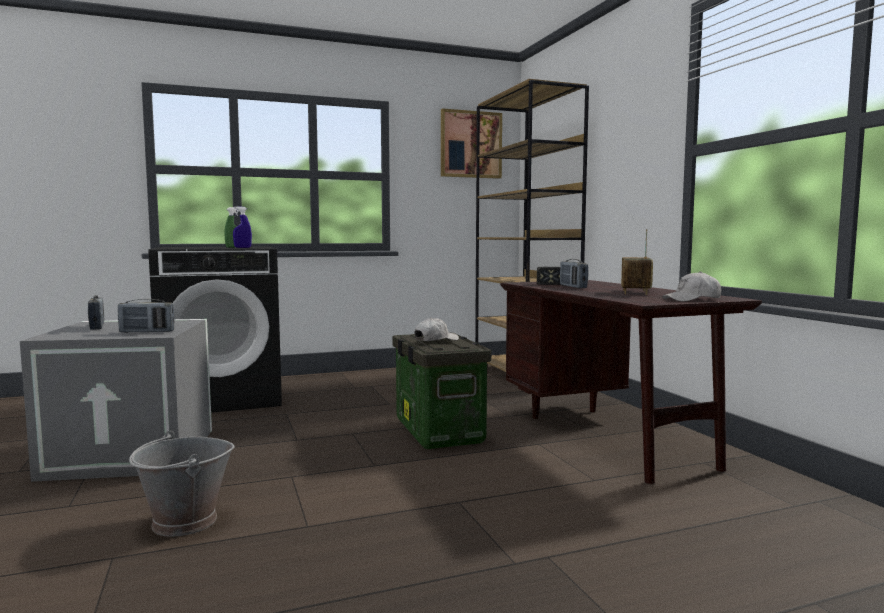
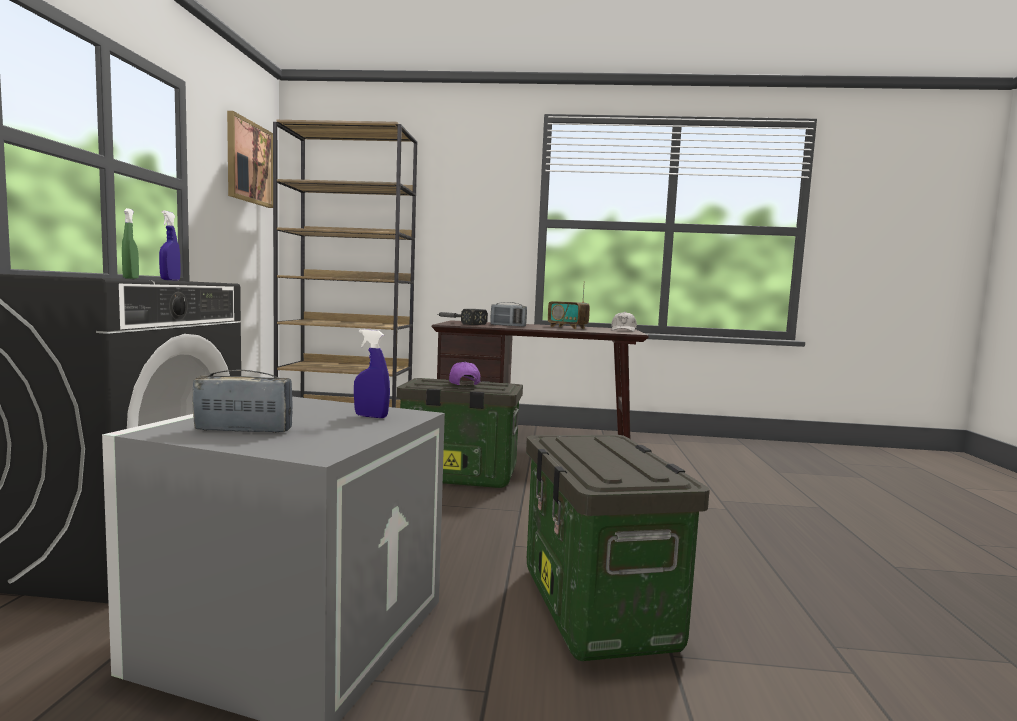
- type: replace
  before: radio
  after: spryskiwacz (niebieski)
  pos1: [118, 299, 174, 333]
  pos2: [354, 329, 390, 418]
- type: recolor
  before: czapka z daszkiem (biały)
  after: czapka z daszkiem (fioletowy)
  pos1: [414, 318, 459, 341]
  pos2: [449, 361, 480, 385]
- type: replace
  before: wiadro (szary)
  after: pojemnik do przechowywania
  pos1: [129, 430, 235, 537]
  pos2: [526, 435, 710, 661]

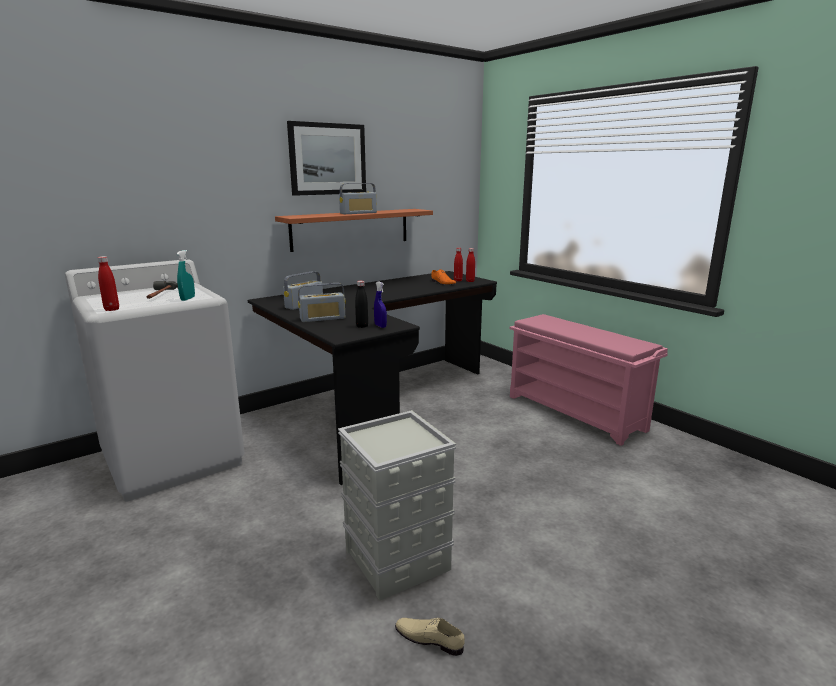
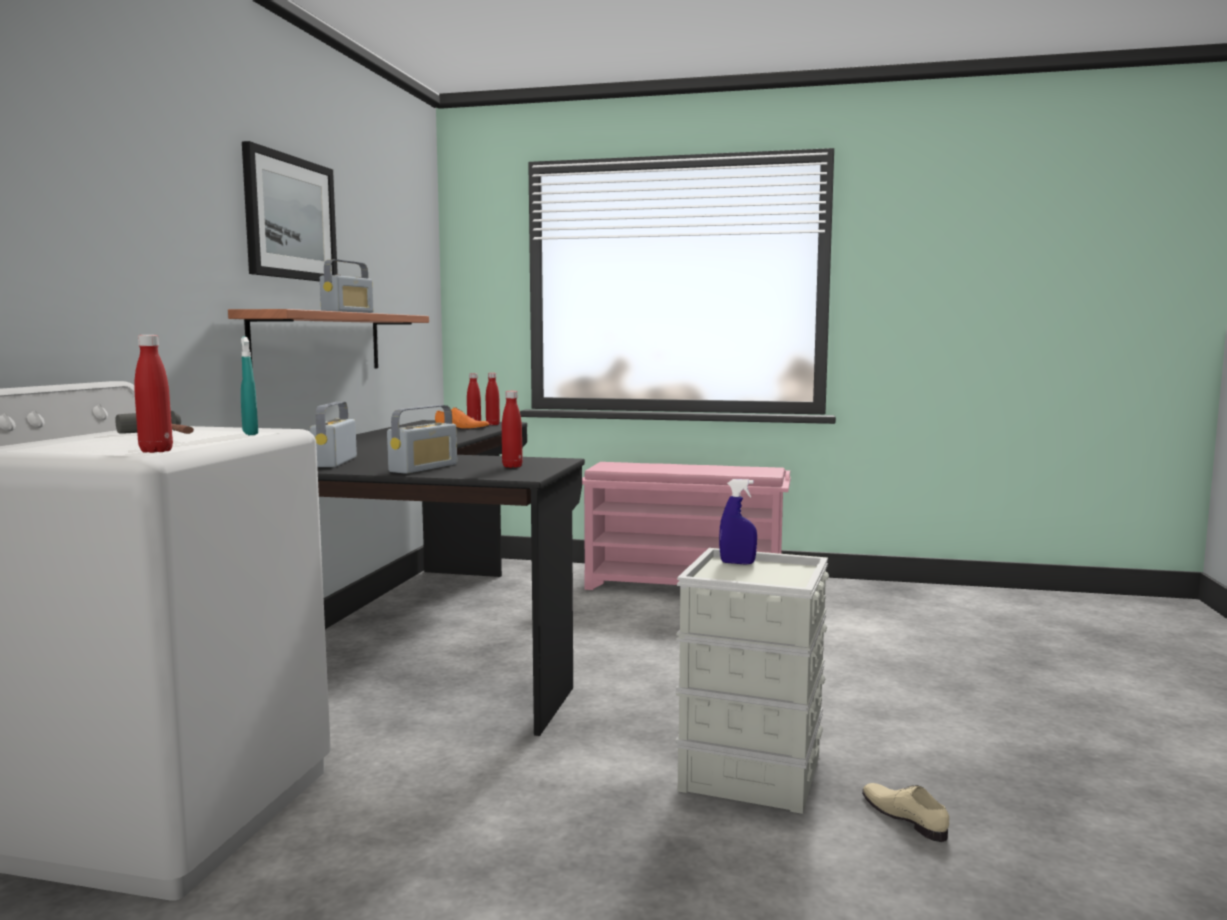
- type: recolor
  before: butelka (czarny)
  after: butelka (czerwony)
  pos1: [355, 281, 368, 328]
  pos2: [502, 391, 523, 468]
- type: move
  before: spryskiwacz (niebieski)
  pos1: [374, 281, 387, 328]
  pos2: [719, 479, 757, 565]
- type: rotate
  before: but (beżowy)
  pos1: [395, 618, 465, 656]
  pos2: [862, 783, 949, 842]
  turn: 75

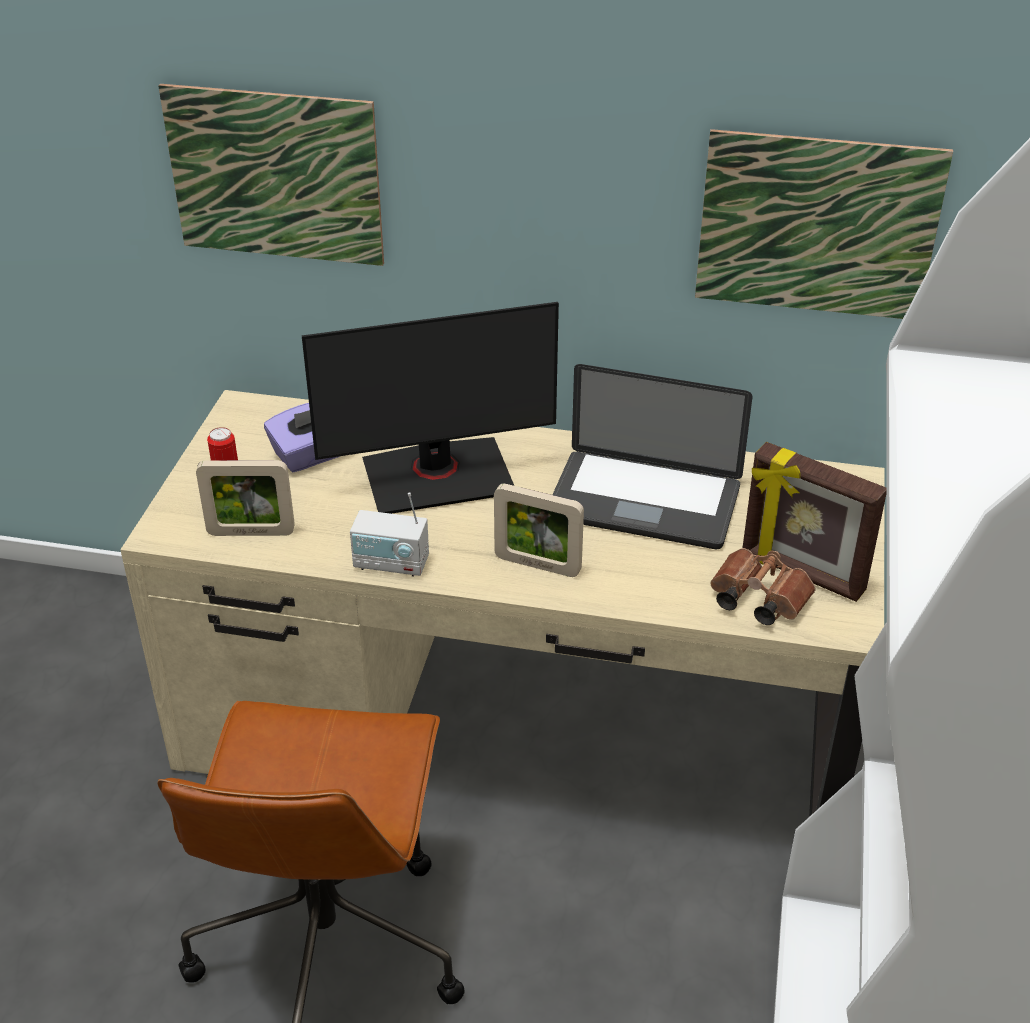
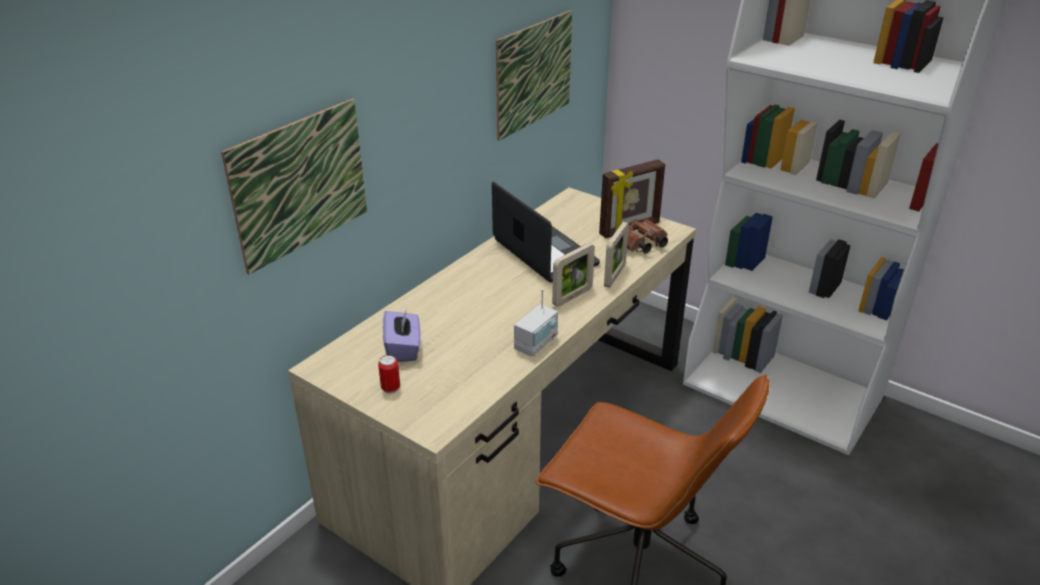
- type: rotate
  before: laptop
  pos1: [552, 364, 752, 549]
  pos2: [492, 182, 600, 282]
  turn: -75
- type: move
  before: ramka na zdjęcie
  pos1: [196, 460, 295, 536]
  pos2: [604, 222, 629, 288]
- type: delete
  before: monitor
  pos1: [302, 302, 559, 514]

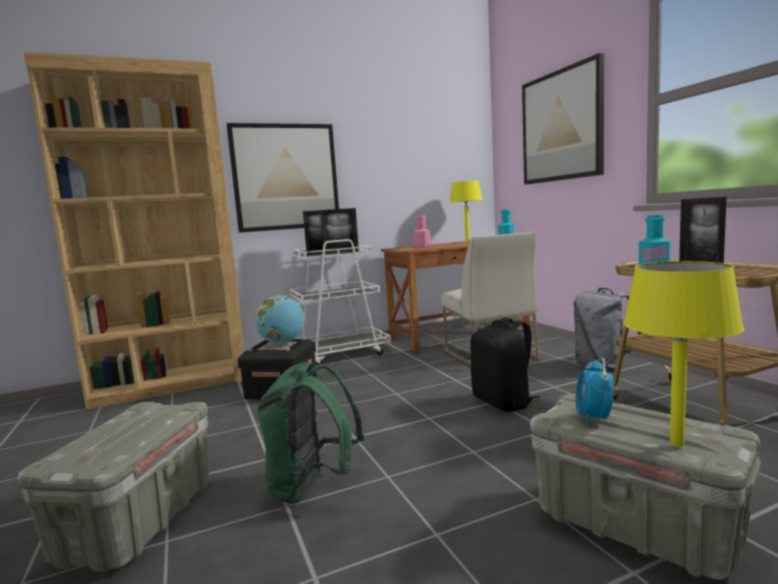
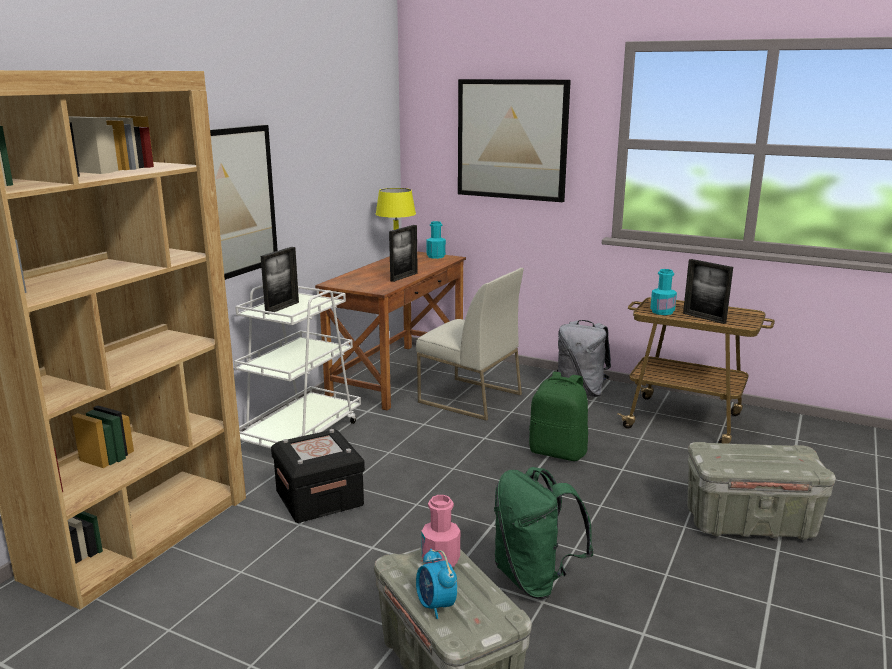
- type: move
  before: ramka na zdjęcie
  pos1: [320, 208, 359, 254]
  pos2: [389, 225, 418, 282]
- type: move
  before: budzik
  pos1: [576, 357, 614, 426]
  pos2: [416, 549, 457, 619]
- type: move
  before: butelka (różowy)
  pos1: [413, 215, 431, 248]
  pos2: [421, 495, 460, 567]
- type: recolor
  before: plecak (czarny)
  after: plecak (zielony)
  pos1: [470, 317, 539, 412]
  pos2: [529, 372, 588, 461]
- type: delete
  before: globus
  pos1: [255, 295, 304, 344]
- type: delete
  before: lampa stołowa (żółty)
  pos1: [624, 261, 744, 447]

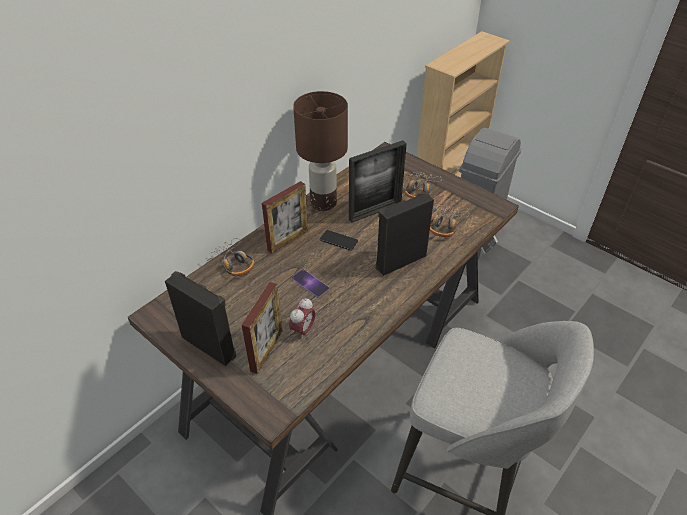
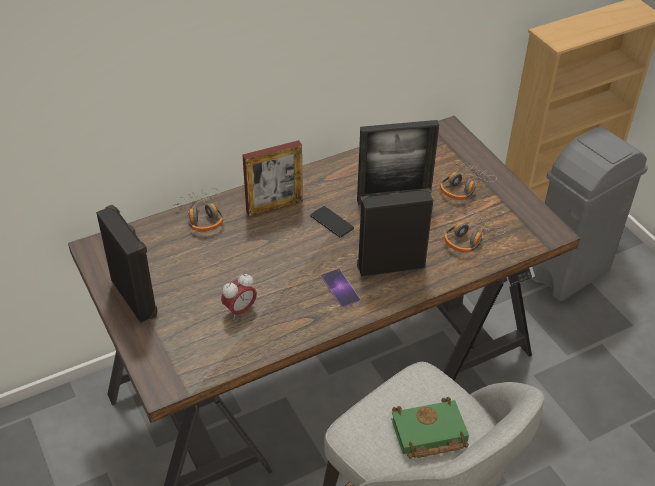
- type: move
  before: telefon
  pos1: [291, 269, 330, 298]
  pos2: [321, 269, 360, 308]
- type: insert
  after: książka (zielony)
  pos2: [391, 397, 469, 459]
- type: delete
  before: ramka na zdjęcie
  pos1: [242, 282, 282, 374]
- type: delete
  before: lampa stołowa (brązowy)
  pos1: [293, 91, 348, 211]

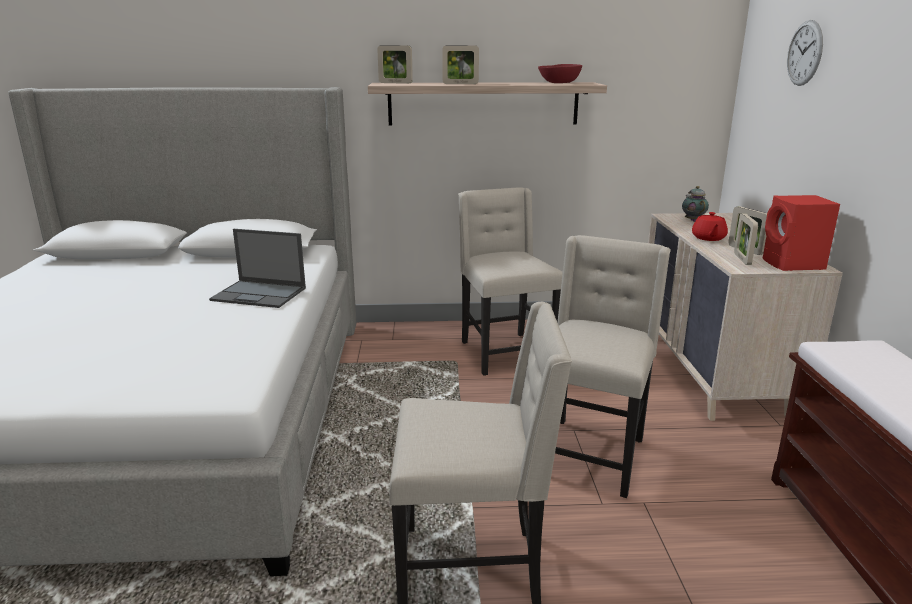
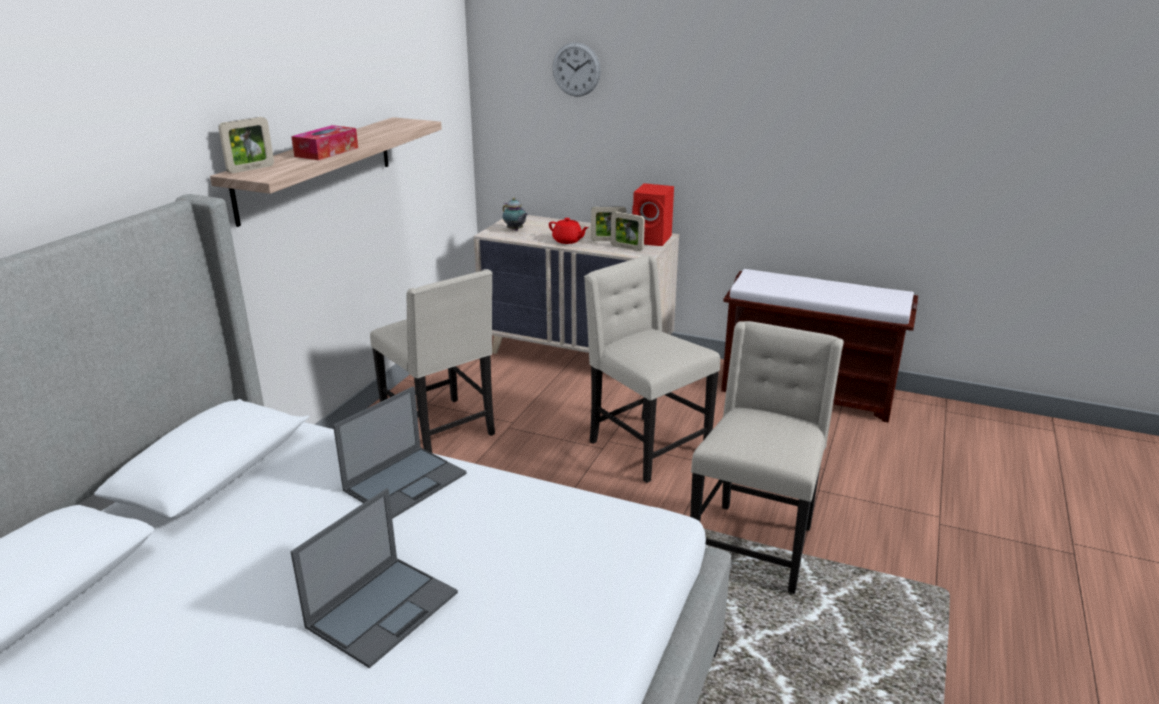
- type: insert
  after: laptop
  pos2: [290, 488, 458, 668]
- type: replace
  before: ramka na zdjęcie
  after: pudełko chusteczek
  pos1: [442, 46, 479, 84]
  pos2: [291, 125, 358, 160]
- type: rotate
  before: krzesło (beżowy)
  pos1: [458, 187, 563, 376]
  pos2: [370, 269, 495, 453]
  turn: -135
- type: rotate
  before: imbryk
  pos1: [682, 186, 709, 222]
  pos2: [503, 198, 528, 231]
  turn: -150
- type: delete
  before: miska (czerwony)
  pos1: [538, 64, 582, 83]

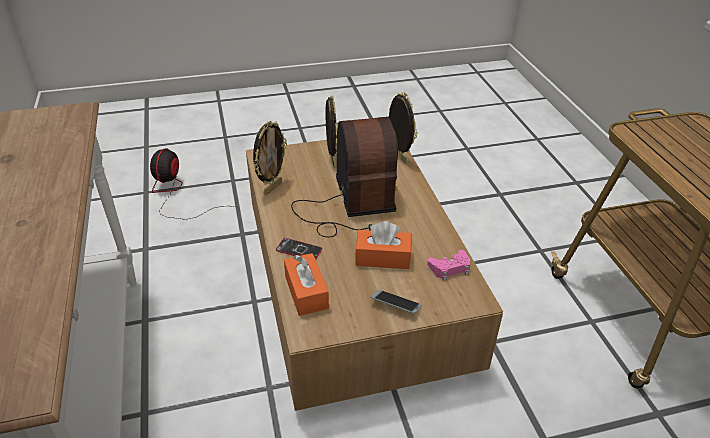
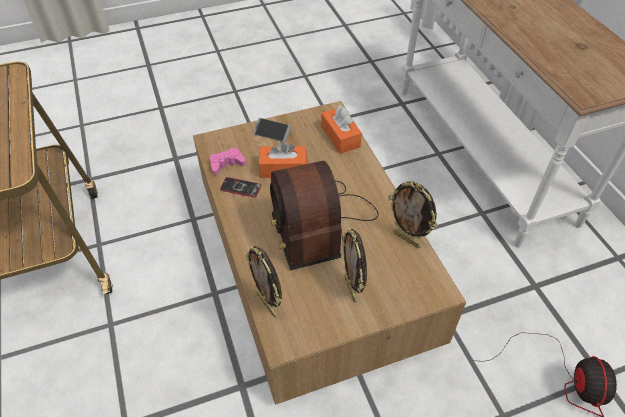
- type: move
  before: telefon
  pos1: [276, 238, 322, 259]
  pos2: [220, 177, 261, 198]
- type: rotate
  before: ramka na zdjęcie
  pos1: [253, 121, 287, 195]
  pos2: [388, 181, 437, 248]
  turn: -75

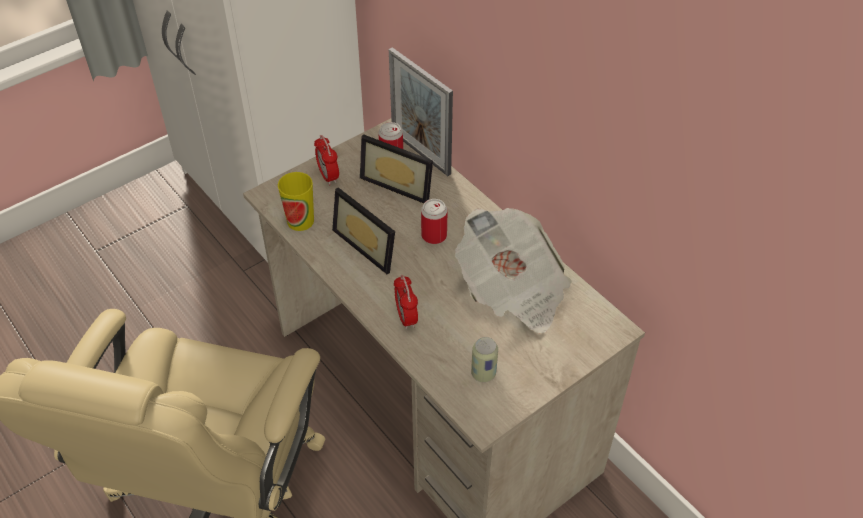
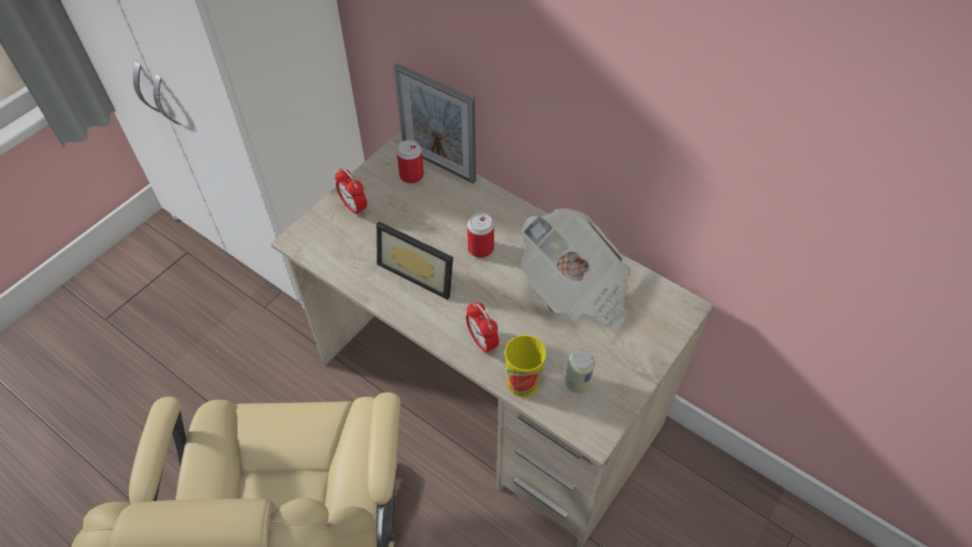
- type: move
  before: filiżanka
  pos1: [278, 172, 314, 231]
  pos2: [505, 335, 546, 397]
- type: delete
  before: ramka na zdjęcie
  pos1: [360, 134, 433, 204]

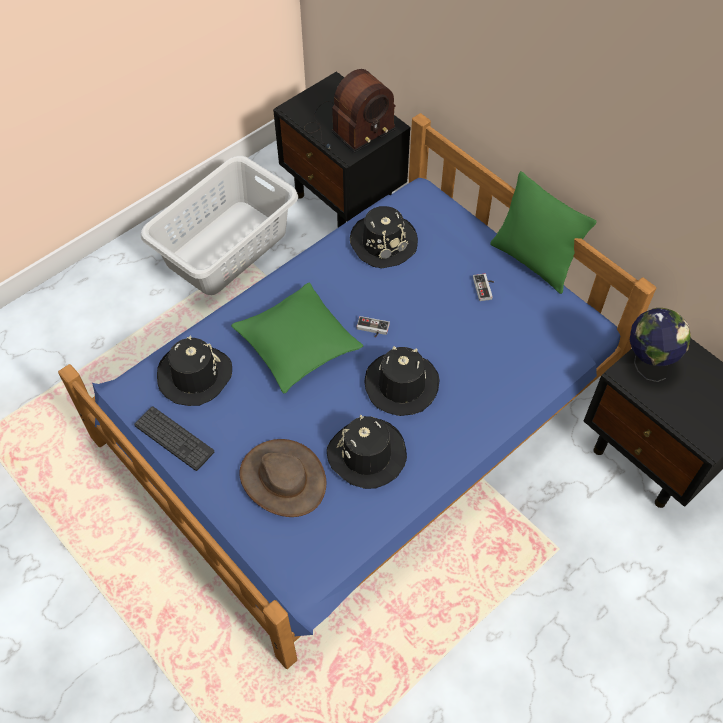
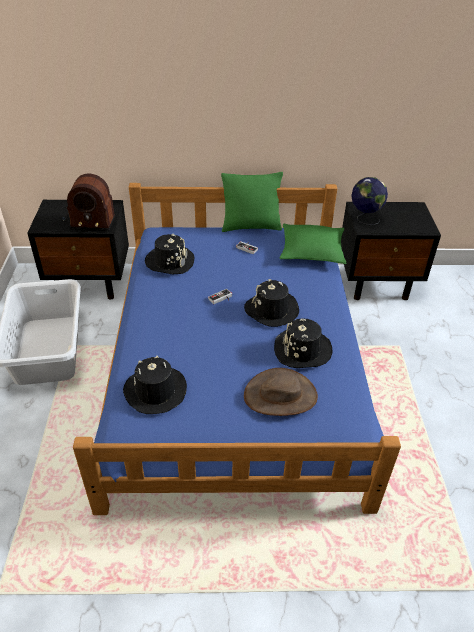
- type: rotate
  before: radio
  pos1: [304, 69, 396, 153]
  pos2: [62, 174, 115, 231]
  turn: 90
- type: move
  before: poduszka (zielony)
  pos1: [231, 282, 363, 394]
  pos2: [280, 223, 346, 264]
- type: delete
  before: klawiatura
  pos1: [134, 406, 214, 471]

